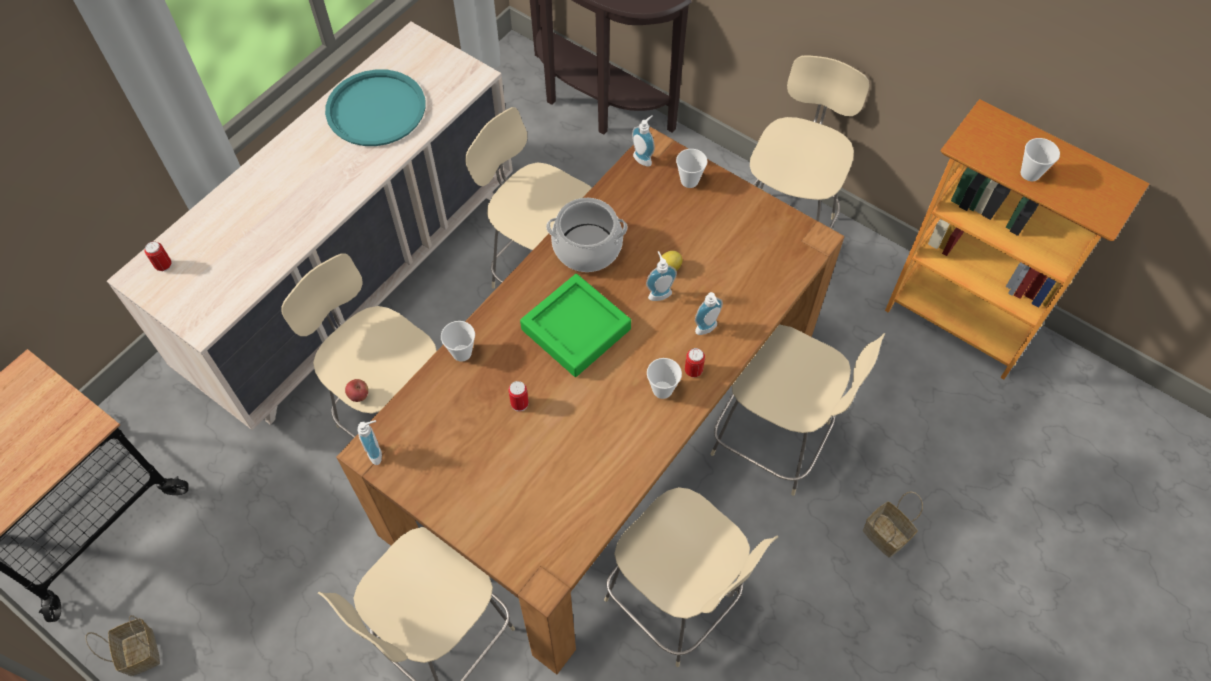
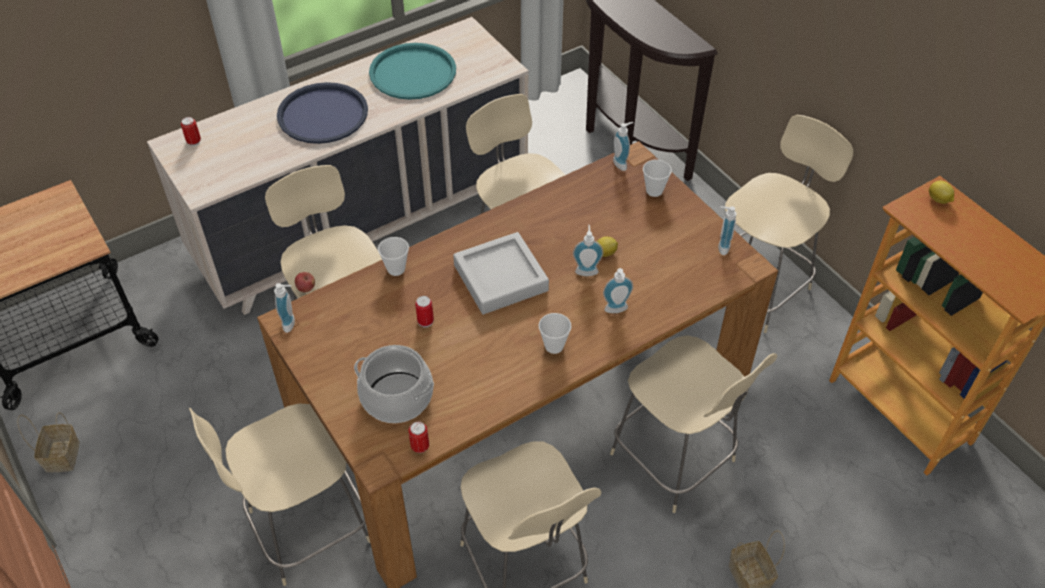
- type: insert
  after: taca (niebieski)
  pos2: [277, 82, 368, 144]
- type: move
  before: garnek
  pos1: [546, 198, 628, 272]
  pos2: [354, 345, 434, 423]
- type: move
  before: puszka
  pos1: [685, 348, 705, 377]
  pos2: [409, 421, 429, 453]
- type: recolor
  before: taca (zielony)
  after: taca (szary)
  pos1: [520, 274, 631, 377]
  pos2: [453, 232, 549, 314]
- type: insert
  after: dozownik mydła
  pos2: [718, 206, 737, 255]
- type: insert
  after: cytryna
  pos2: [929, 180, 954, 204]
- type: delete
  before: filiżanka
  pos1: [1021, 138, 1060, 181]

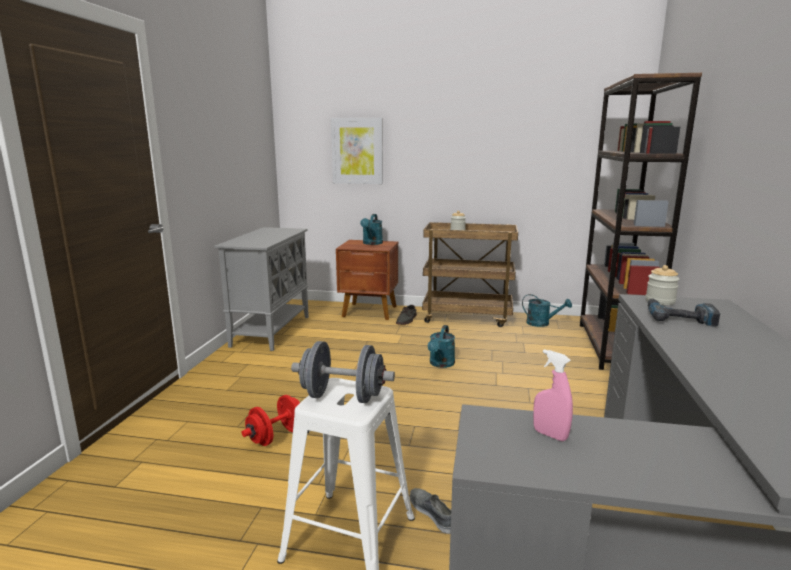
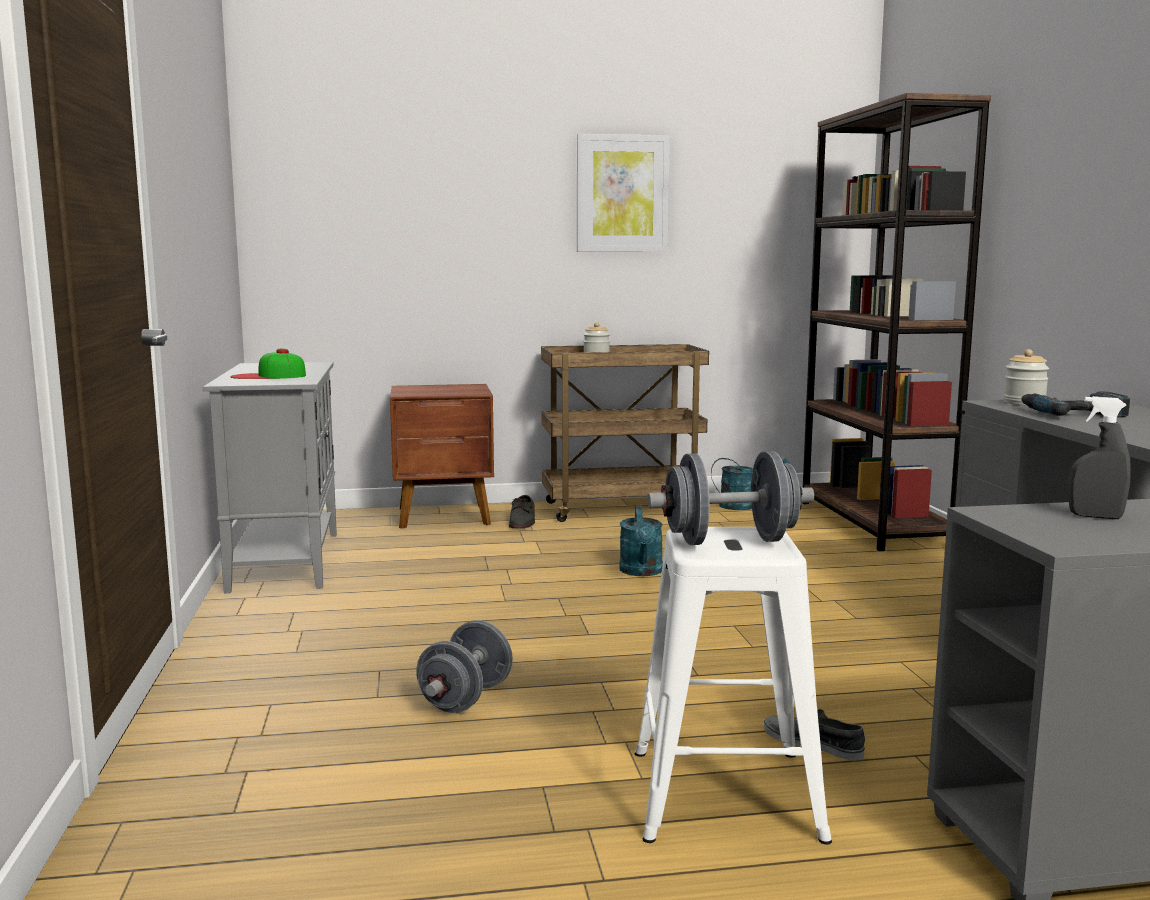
- type: insert
  after: czapka z daszkiem
  pos2: [230, 349, 306, 379]
- type: recolor
  before: hantel (czerwony)
  after: hantel (szary)
  pos1: [242, 395, 300, 446]
  pos2: [416, 620, 513, 713]
- type: move
  before: obraz
  pos1: [331, 118, 383, 184]
  pos2: [577, 134, 670, 252]
- type: recolor
  before: spryskiwacz (różowy)
  after: spryskiwacz (szary)
  pos1: [533, 349, 573, 441]
  pos2: [1069, 396, 1131, 519]
- type: delete
  before: konewka (turkusowy)
  pos1: [360, 214, 383, 245]

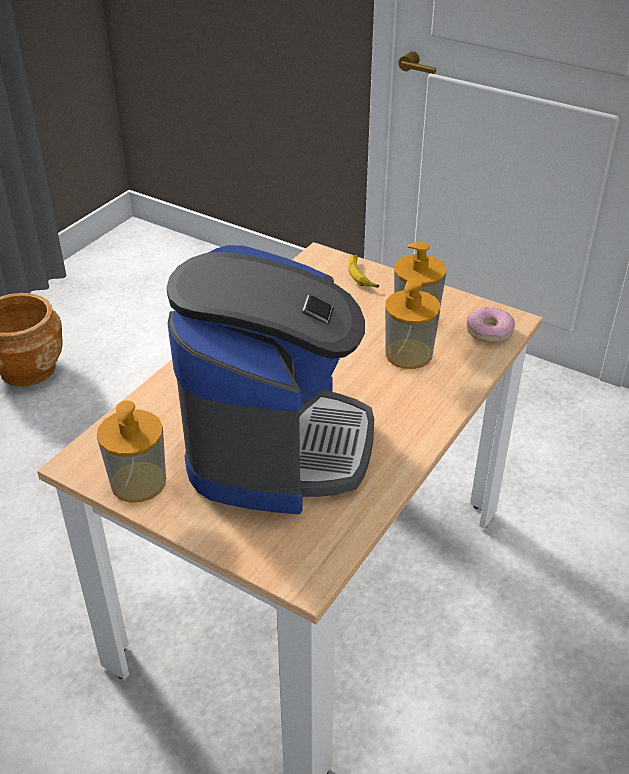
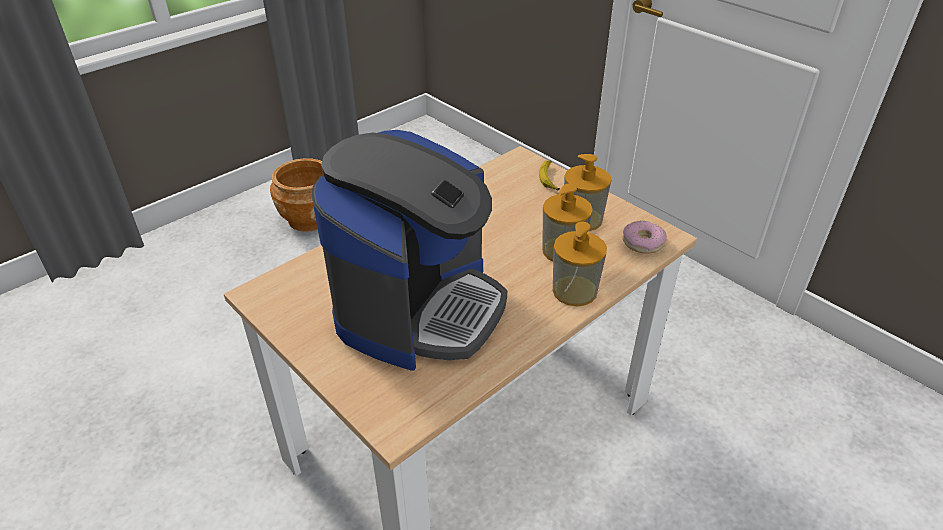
- type: move
  before: dozownik mydła
  pos1: [97, 401, 166, 503]
  pos2: [553, 221, 607, 306]

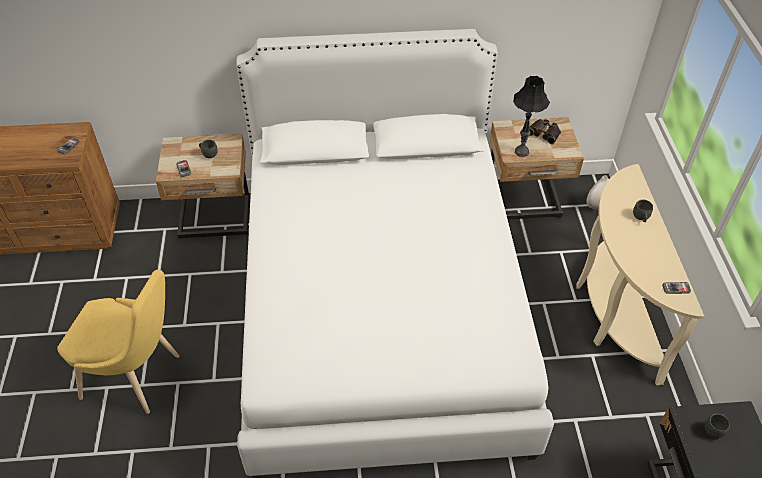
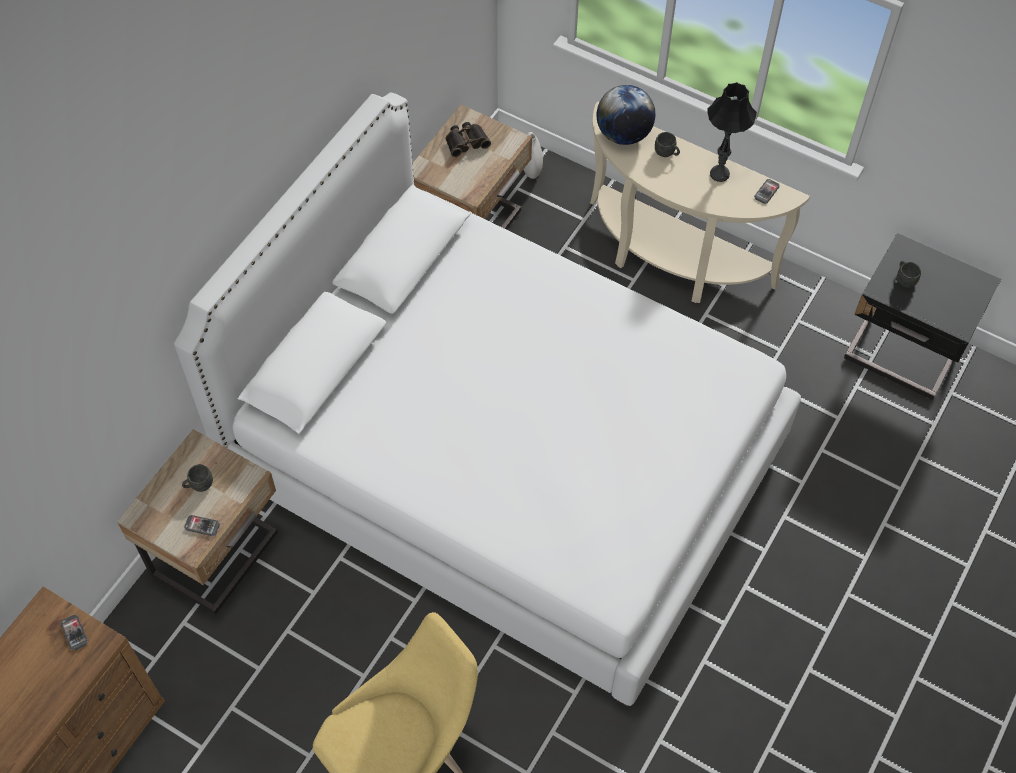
- type: insert
  after: globus
  pos2: [597, 85, 656, 145]
- type: move
  before: lampa stołowa (czarny)
  pos1: [513, 76, 550, 157]
  pos2: [708, 82, 757, 182]

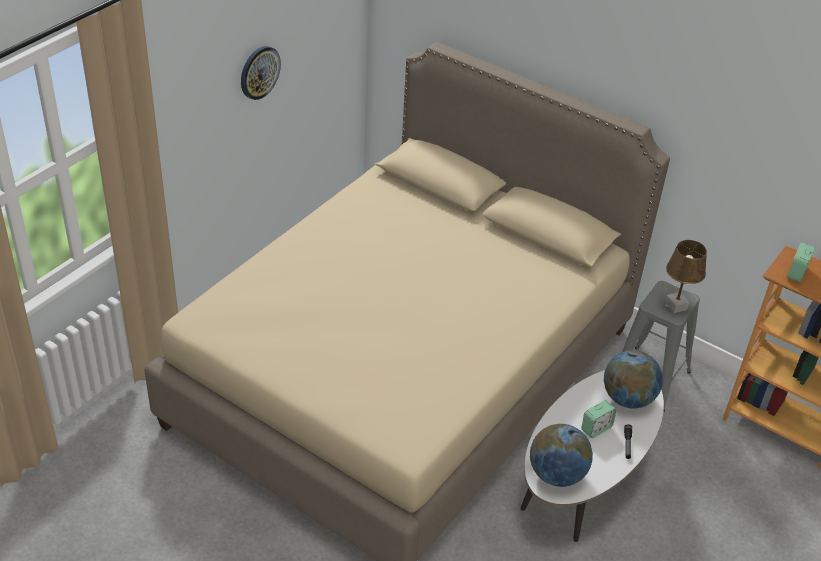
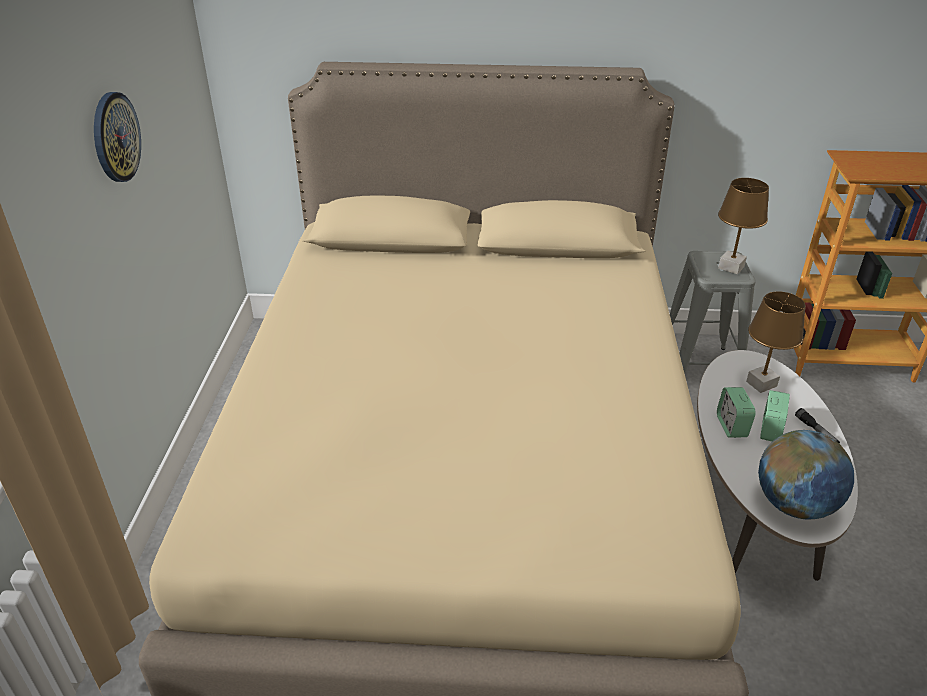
- type: move
  before: budzik
  pos1: [786, 242, 815, 282]
  pos2: [717, 387, 756, 438]
- type: replace
  before: globus
  after: lampa stołowa (brązowy)
  pos1: [604, 350, 663, 409]
  pos2: [746, 292, 806, 393]

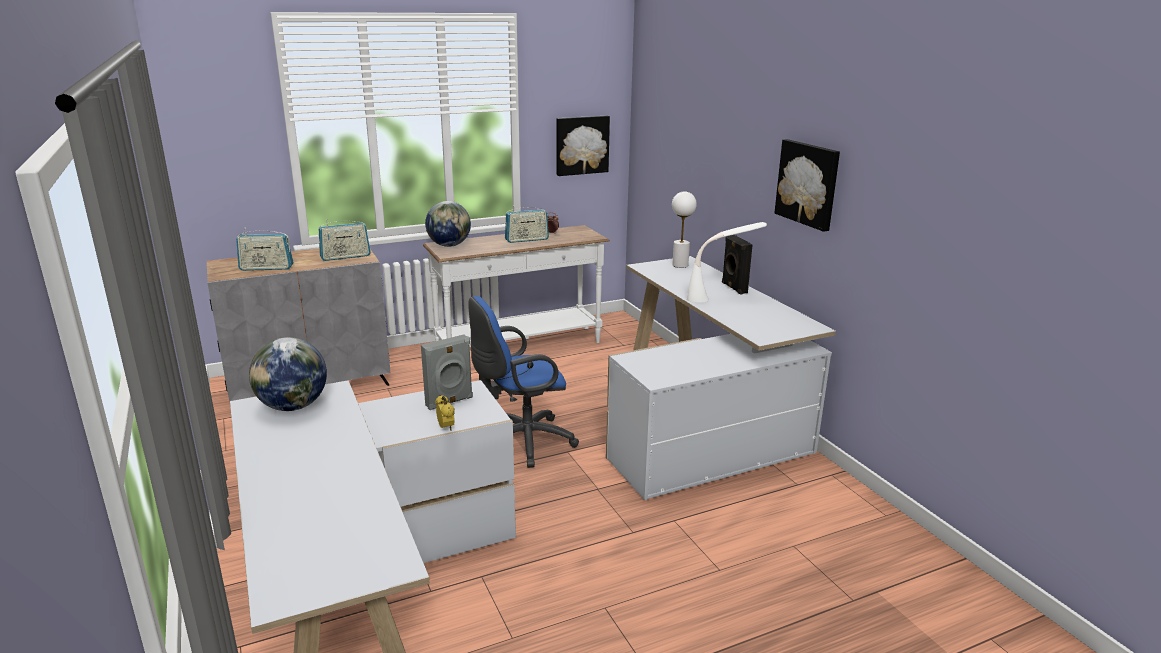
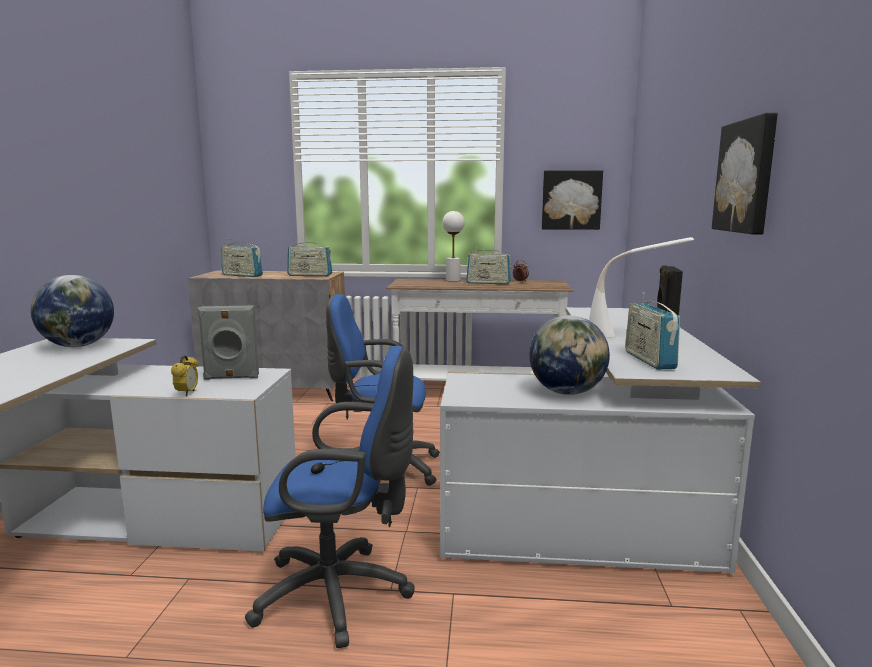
- type: insert
  after: krzesło biurowe (niebieski)
  pos2: [245, 346, 415, 648]
- type: move
  before: lampa stołowa (biały)
  pos1: [672, 191, 697, 268]
  pos2: [442, 211, 465, 282]
- type: move
  before: globus
  pos1: [425, 201, 471, 247]
  pos2: [529, 315, 610, 395]
- type: insert
  after: radio
  pos2: [625, 293, 680, 370]

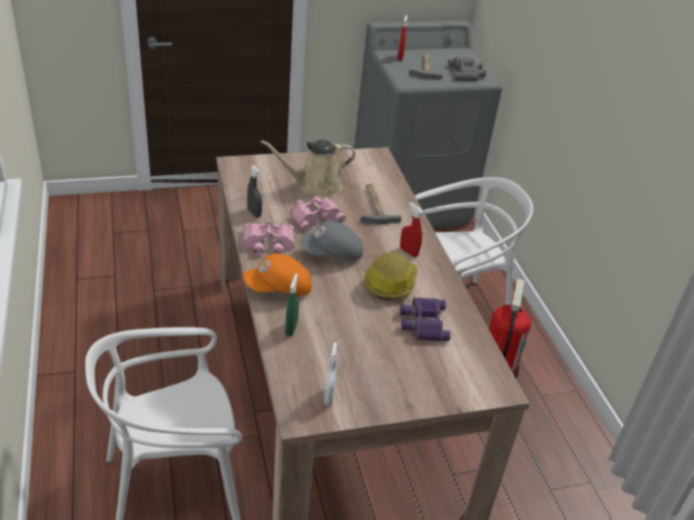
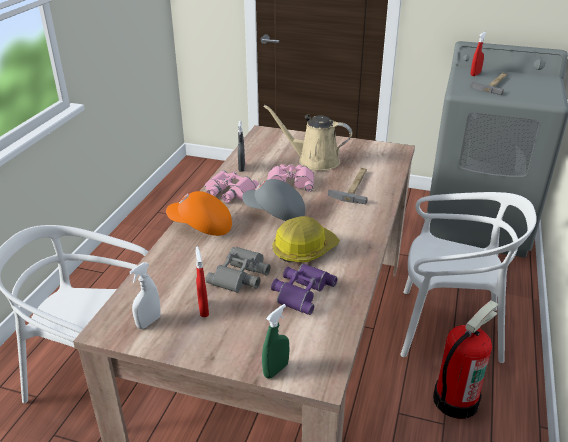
- type: move
  before: spryskiwacz (czerwony)
  pos1: [400, 202, 423, 257]
  pos2: [196, 246, 209, 317]
- type: move
  before: lornetka (szary)
  pos1: [448, 57, 486, 81]
  pos2: [206, 247, 271, 293]
- type: move
  before: spryskiwacz (zielony)
  pos1: [285, 273, 299, 336]
  pos2: [262, 304, 289, 379]

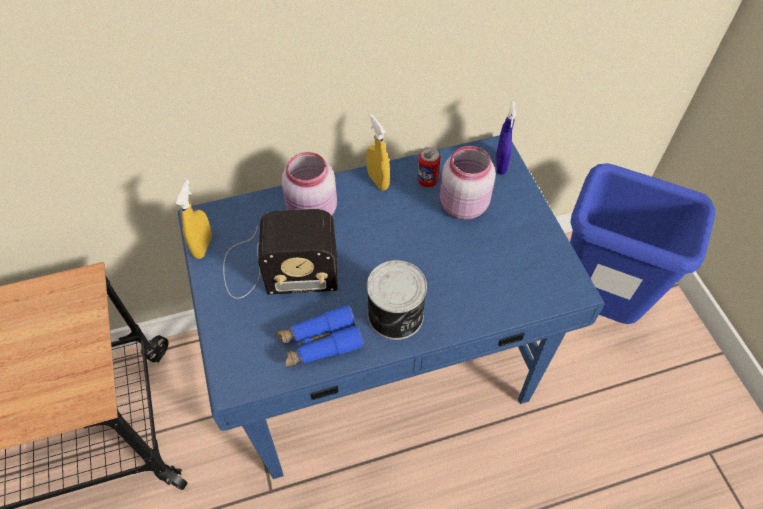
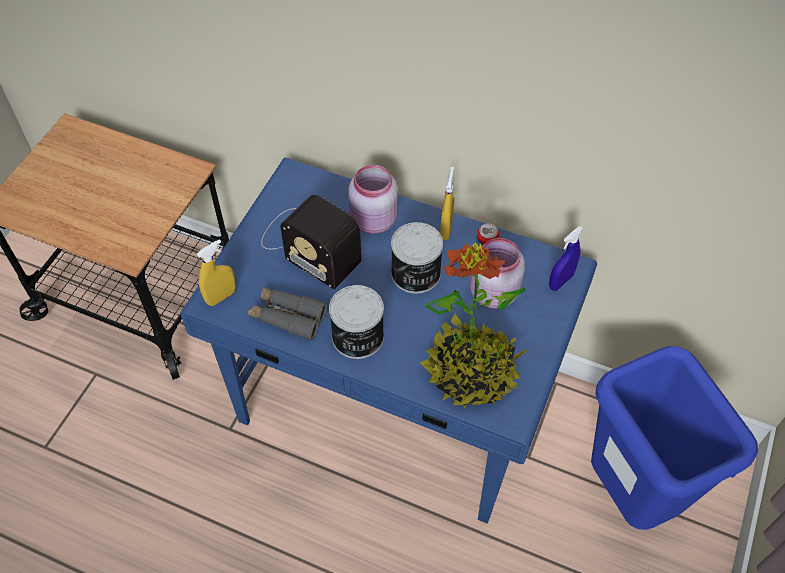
- type: move
  before: spryskiwacz (żółty)
  pos1: [176, 180, 212, 259]
  pos2: [197, 239, 236, 306]
- type: recolor
  before: lornetka (niebieski)
  after: lornetka (szary)
  pos1: [276, 304, 364, 367]
  pos2: [248, 287, 327, 341]
- type: insert
  after: puszka
  pos2: [391, 222, 443, 294]
- type: insert
  after: roślina doniczkowa
  pos2: [419, 242, 528, 409]

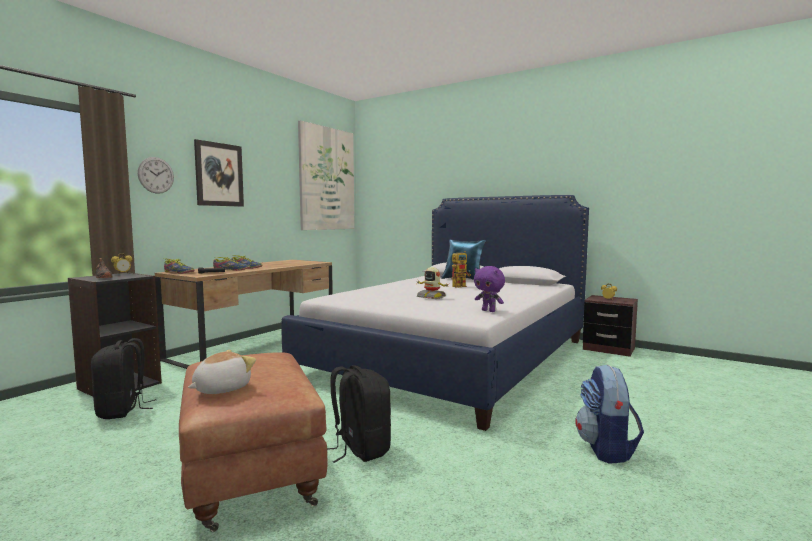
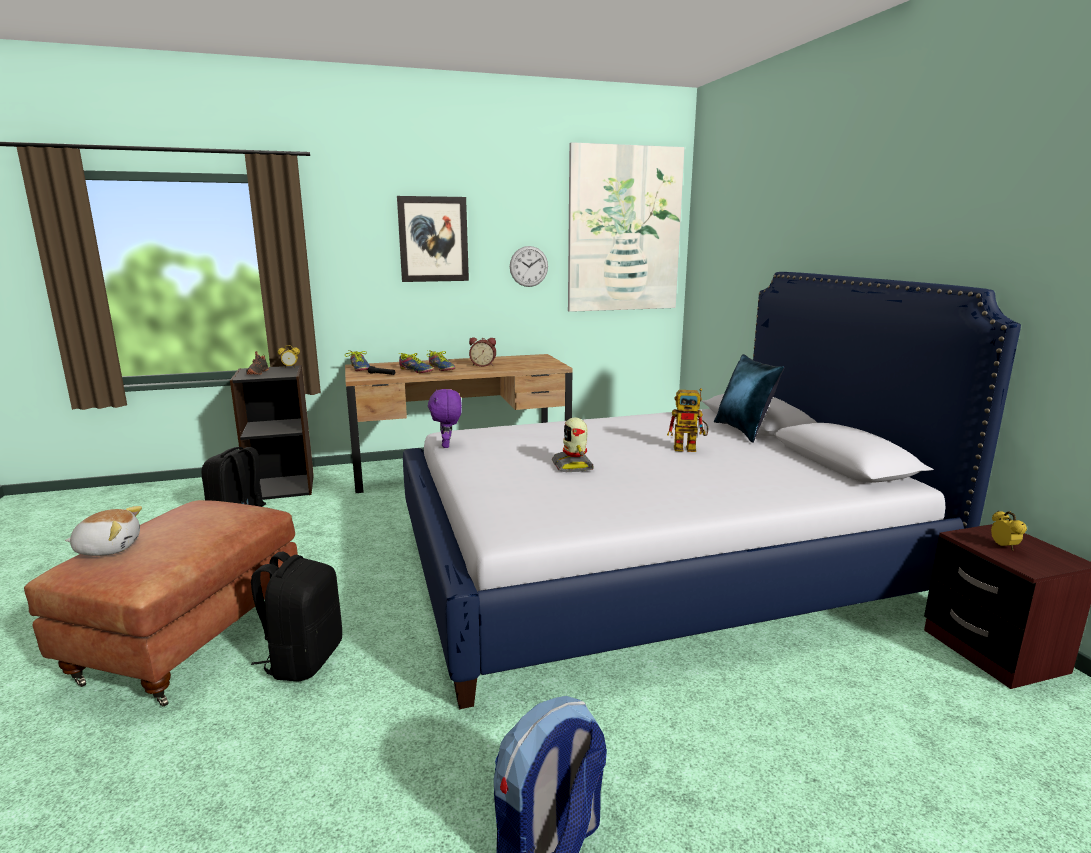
- type: move
  before: pluszak (fioletowy)
  pos1: [474, 266, 505, 312]
  pos2: [428, 389, 462, 448]
- type: insert
  after: budzik
  pos2: [469, 338, 496, 367]
- type: move
  before: zegar ścienny
  pos1: [138, 157, 174, 194]
  pos2: [510, 246, 548, 287]

